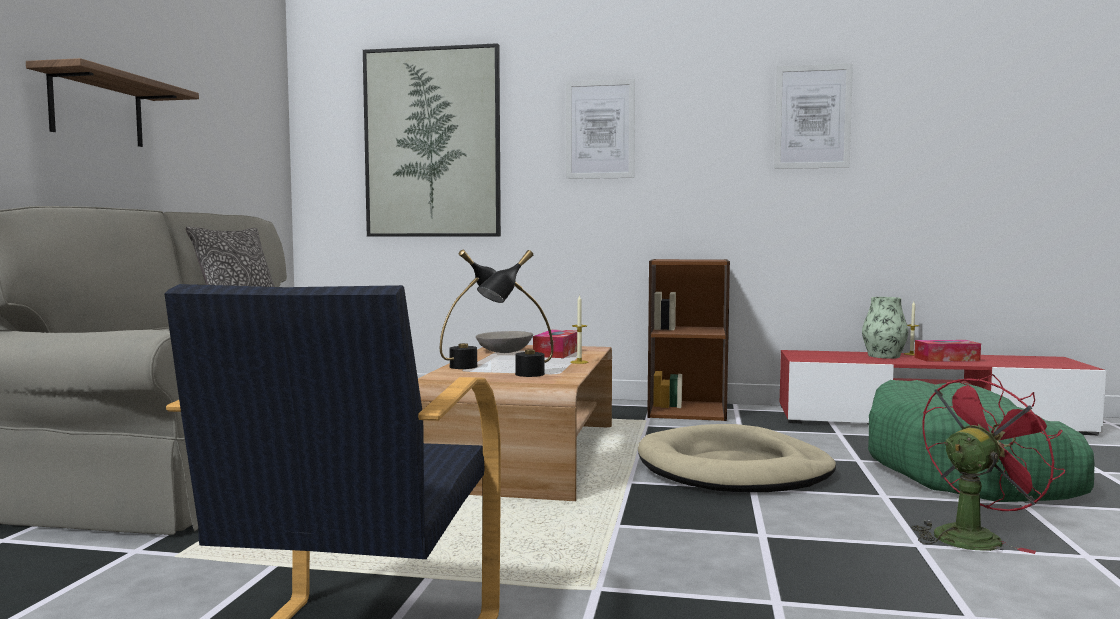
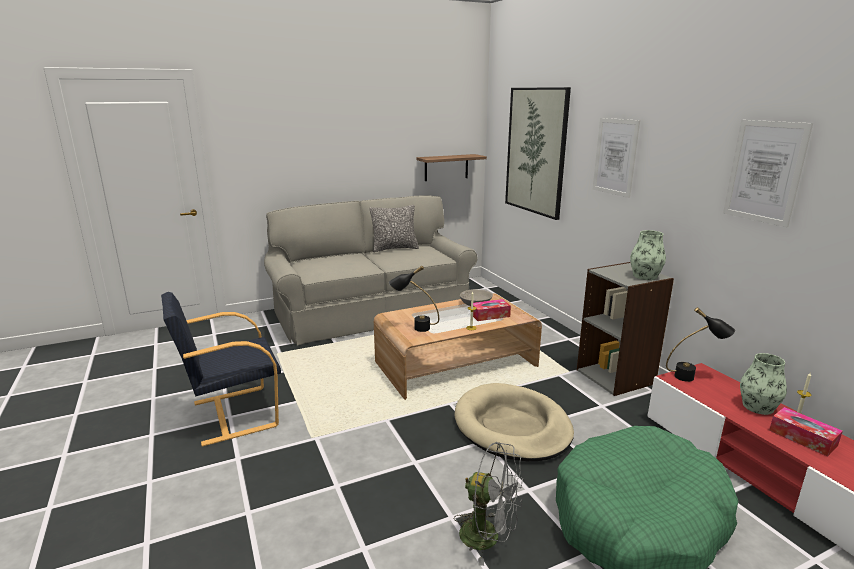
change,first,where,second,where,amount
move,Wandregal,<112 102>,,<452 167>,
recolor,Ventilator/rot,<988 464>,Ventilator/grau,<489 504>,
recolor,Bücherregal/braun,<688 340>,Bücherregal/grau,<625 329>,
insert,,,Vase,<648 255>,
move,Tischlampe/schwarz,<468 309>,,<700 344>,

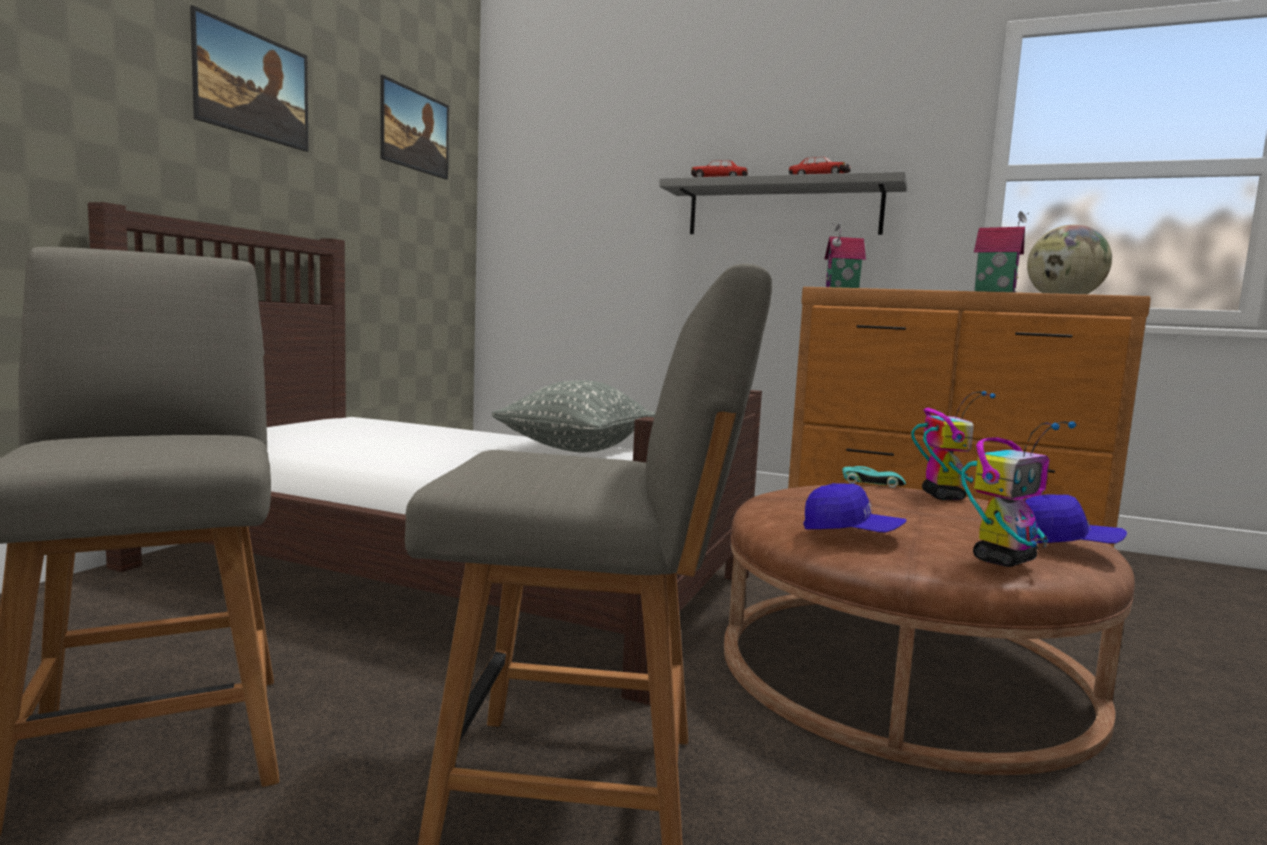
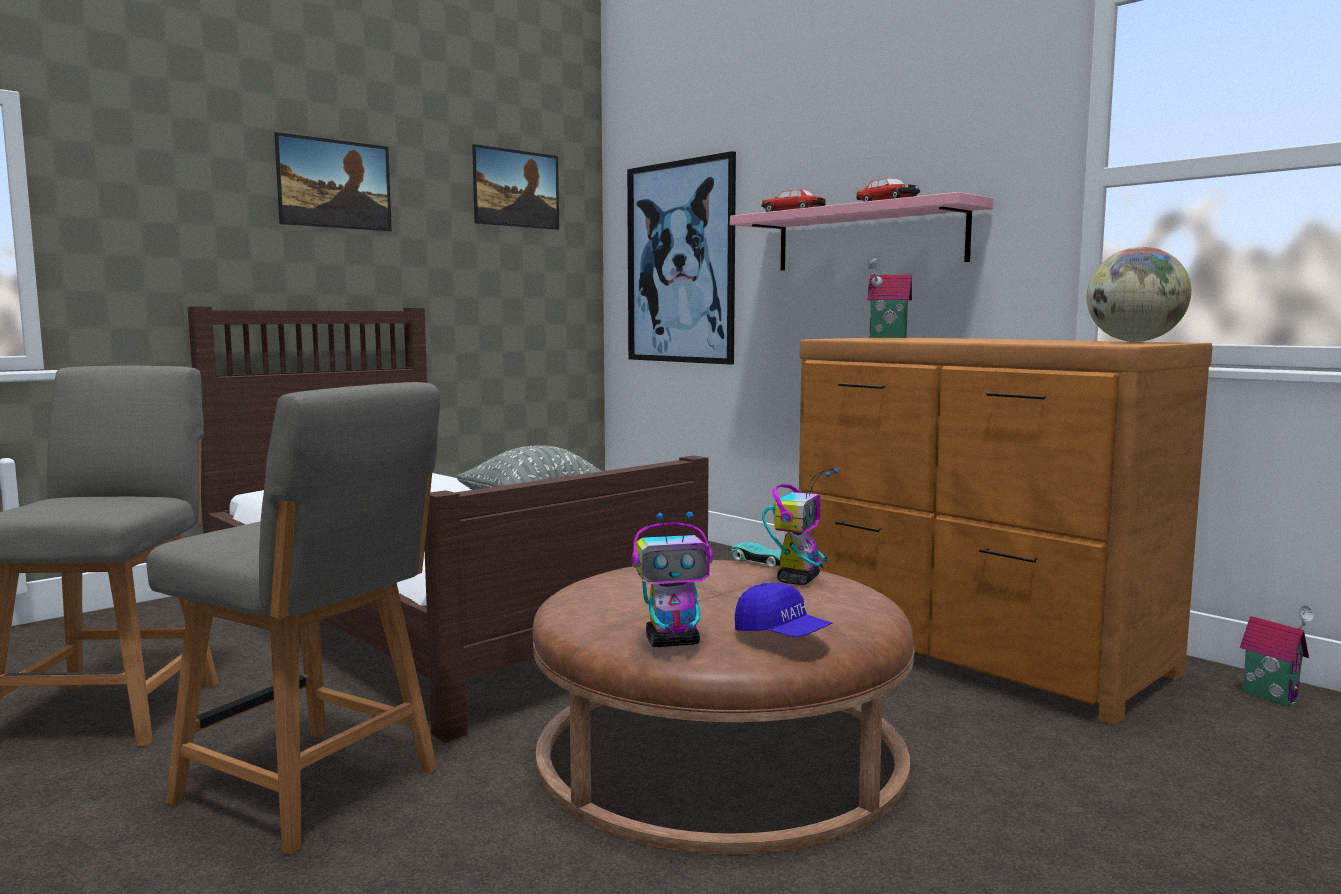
change,first,where,second,where,amount
insert,,,Bild,<681 258>,
recolor,Wandregal/grau,<783 203>,Wandregal/rosa,<862 231>,
move,Spielzeughaus,<1001 251>,,<1277 655>,
delete,Kappe/blau,<855 507>,,,

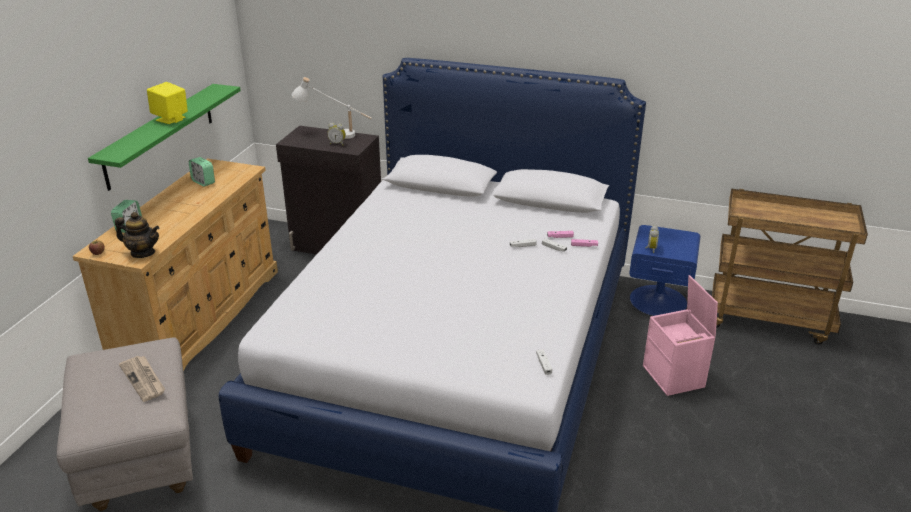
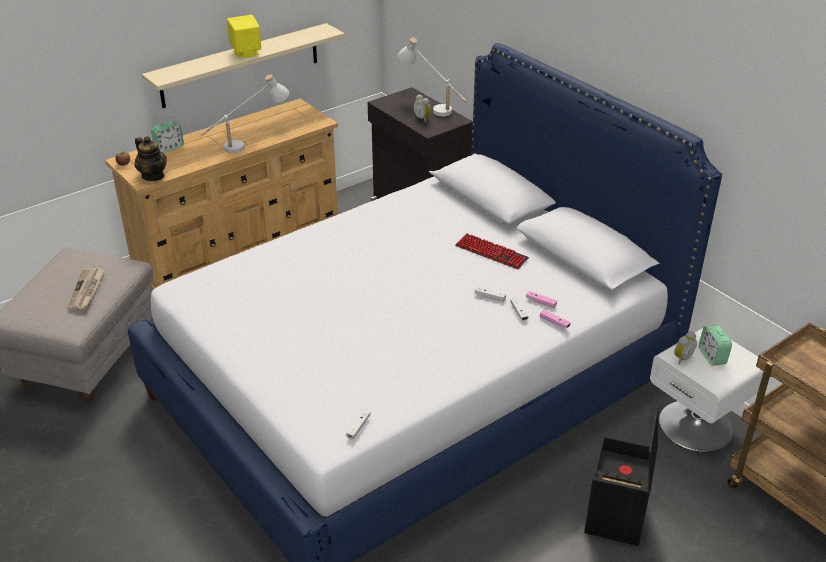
change,first,where,second,where,amount
recolor,Wandregal/grün,<164 137>,Wandregal/beige,<243 65>,
insert,,,Tischlampe/weiß,<245 113>,
insert,,,Tastatur,<492 251>,
recolor,Aufbewahrungsbox/rosa,<680 335>,Aufbewahrungsbox/schwarz,<621 476>,
recolor,Nachttisch/blau,<664 270>,Nachttisch/weiß,<707 390>,
move,Wecker,<202 172>,,<715 345>,

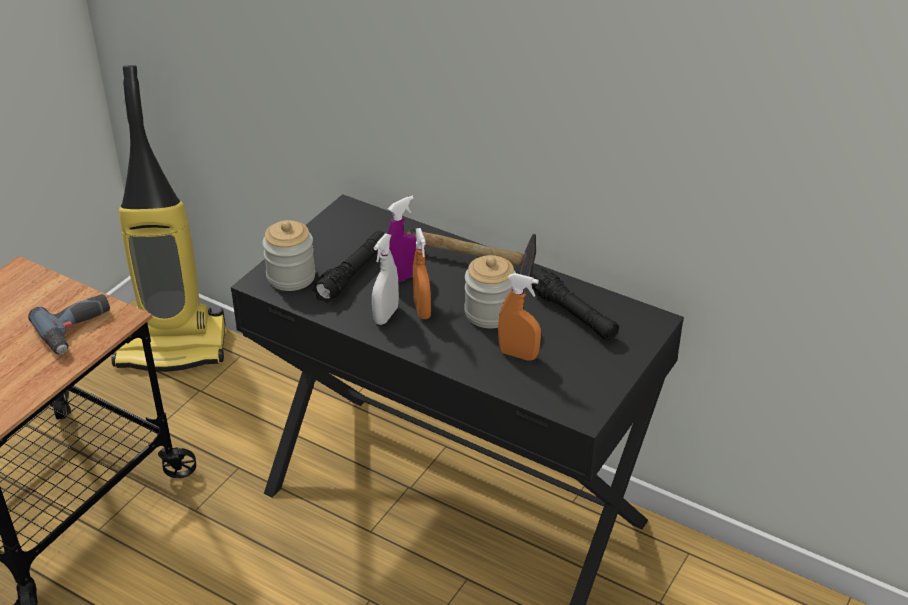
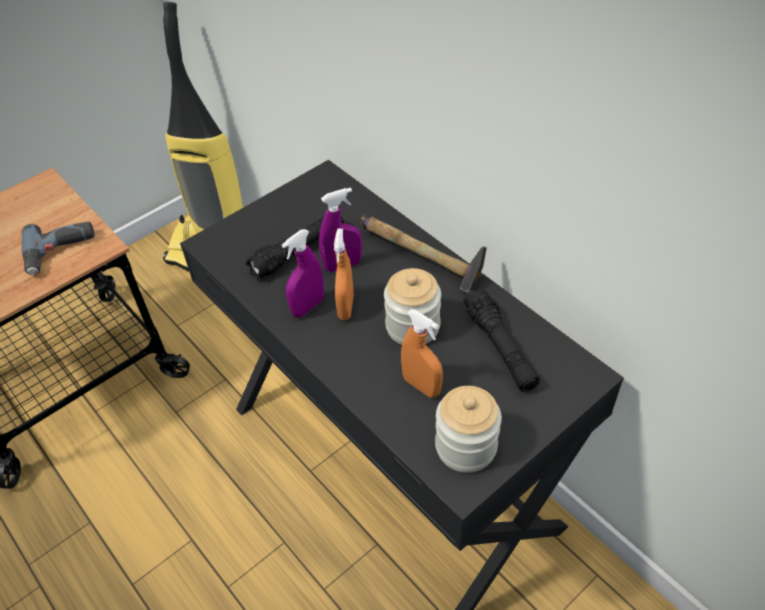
change,first,where,second,where,amount
recolor,Sprühflasche/weiß,<385 279>,Sprühflasche/lila,<303 273>,
move,Vorratsglas,<289 255>,,<468 429>,

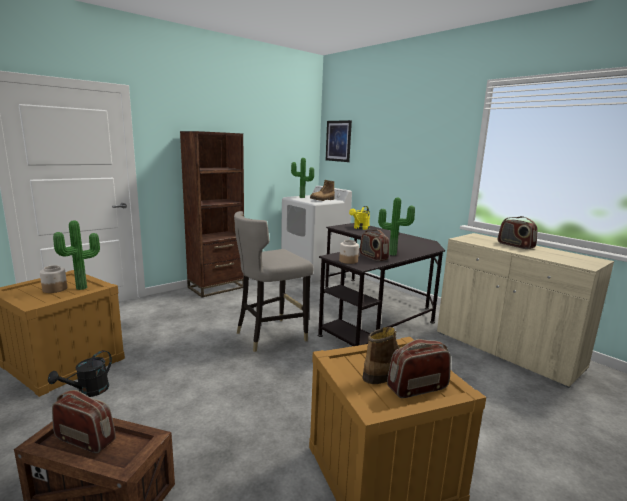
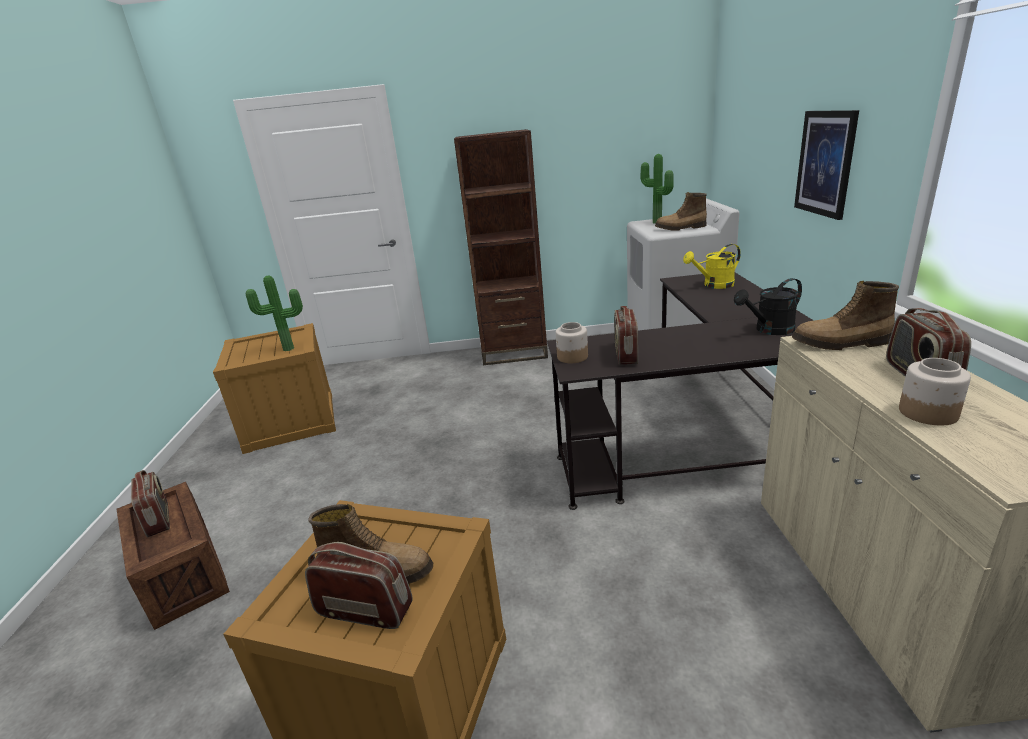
change,first,where,second,where,amount
move,Gießkanne/schwarz,<80 373>,,<768 306>,
insert,,,Stiefel,<845 315>,
move,Bild,<339 141>,,<826 165>,
move,Vorratsglas,<53 279>,,<935 392>,
delete,Hocker/grau,<273 281>,,,
delete,Topfpflanze,<396 227>,,,

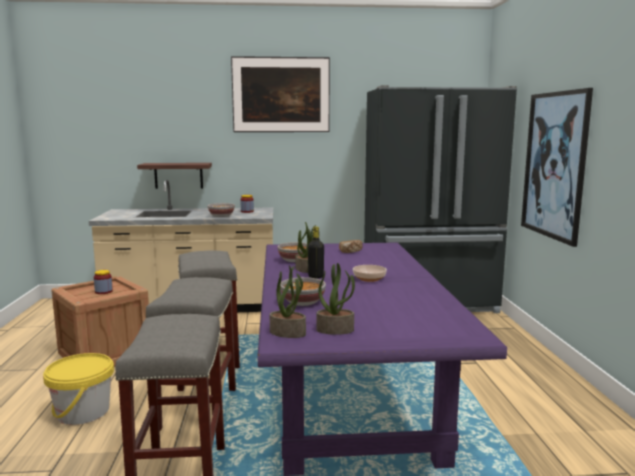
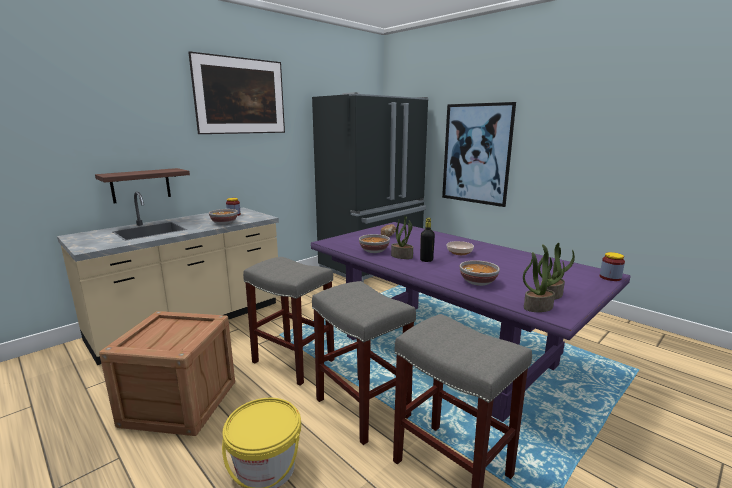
change,first,where,second,where,amount
move,Vorratsglas,<103 282>,,<612 266>,

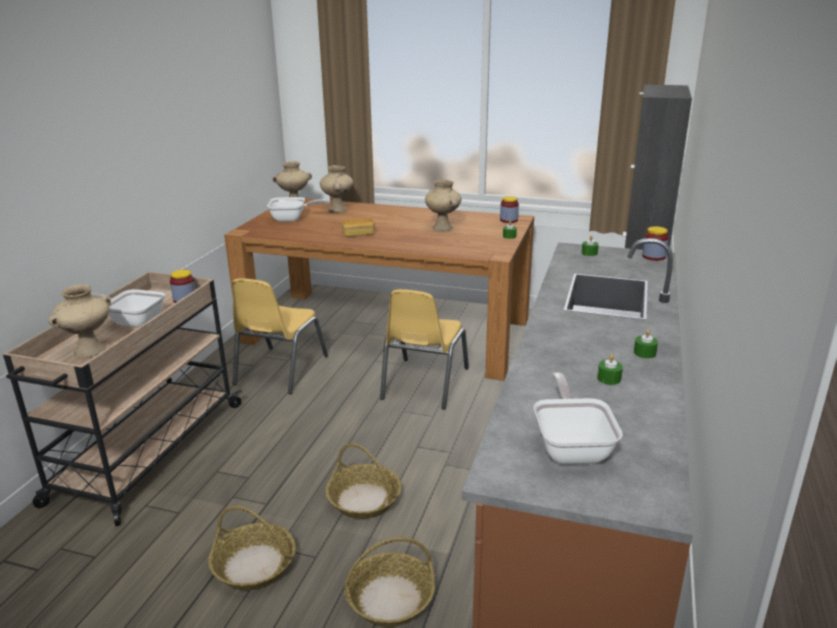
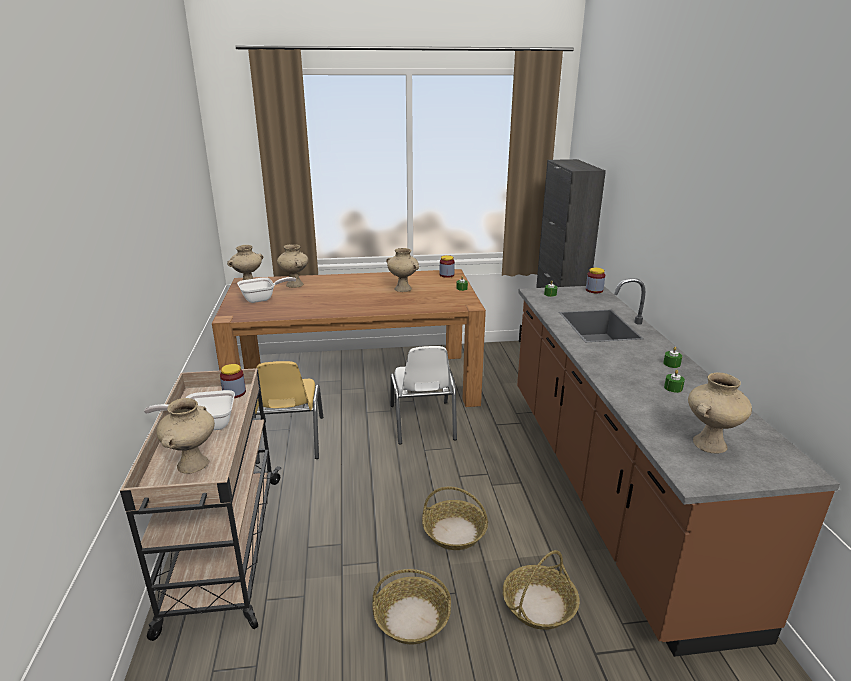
change,first,where,second,where,amount
recolor,Stuhl/gelb,<424 349>,Stuhl/weiß,<423 395>,
replace,Pfanne,<578 418>,Vase/beige,<720 412>,
delete,Brot,<358 227>,,,

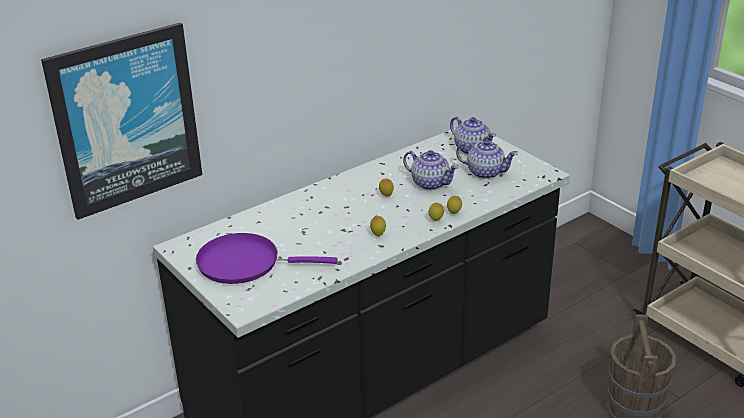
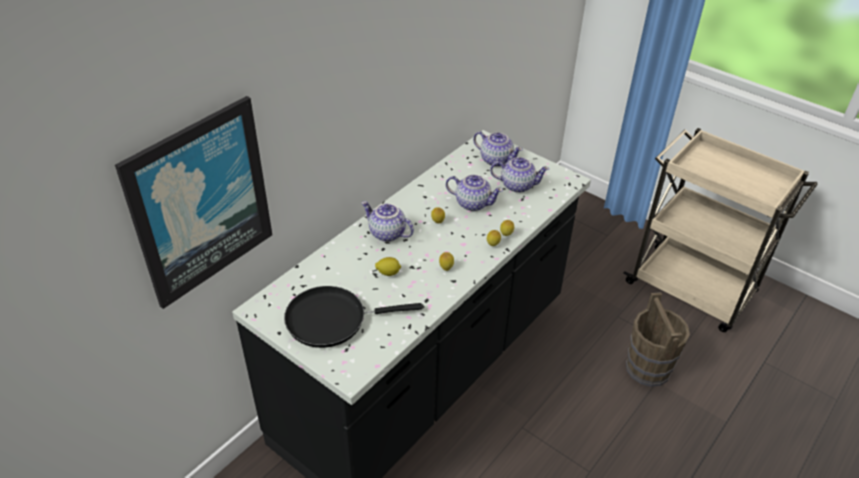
change,first,where,second,where,amount
recolor,Pfanne/lila,<267 258>,Pfanne/schwarz,<353 317>,
insert,,,Teekanne,<387 221>,
insert,,,Zitrone,<388 266>,

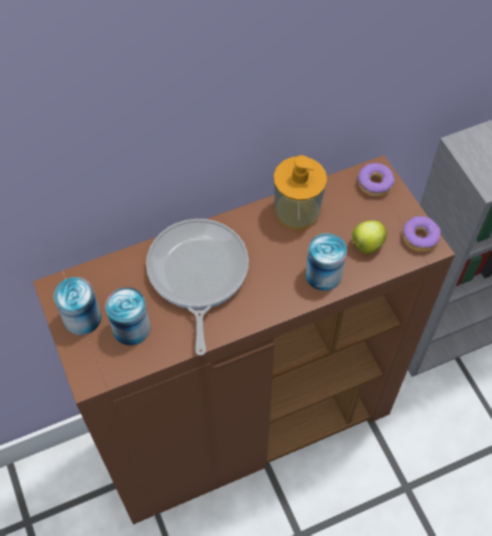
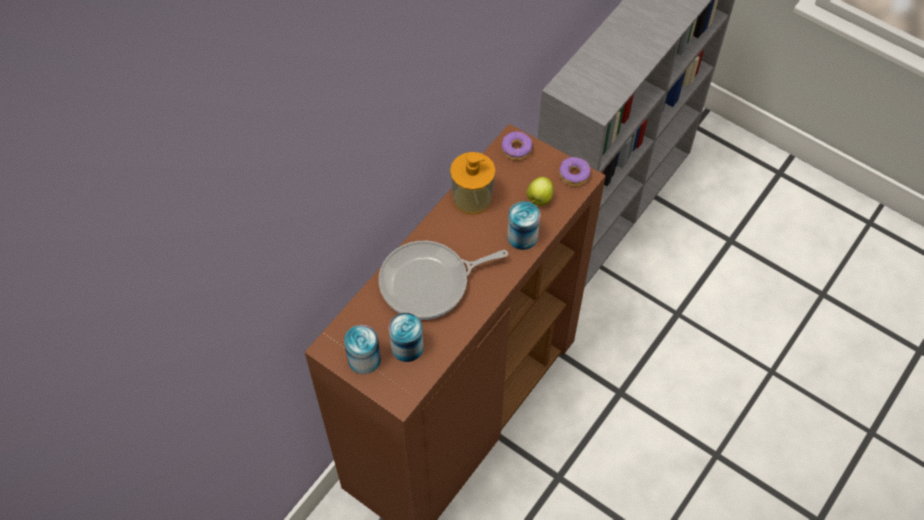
change,first,where,second,where,amount
rotate,Pfanne,<197 287>,,<443 280>,75 degrees counterclockwise

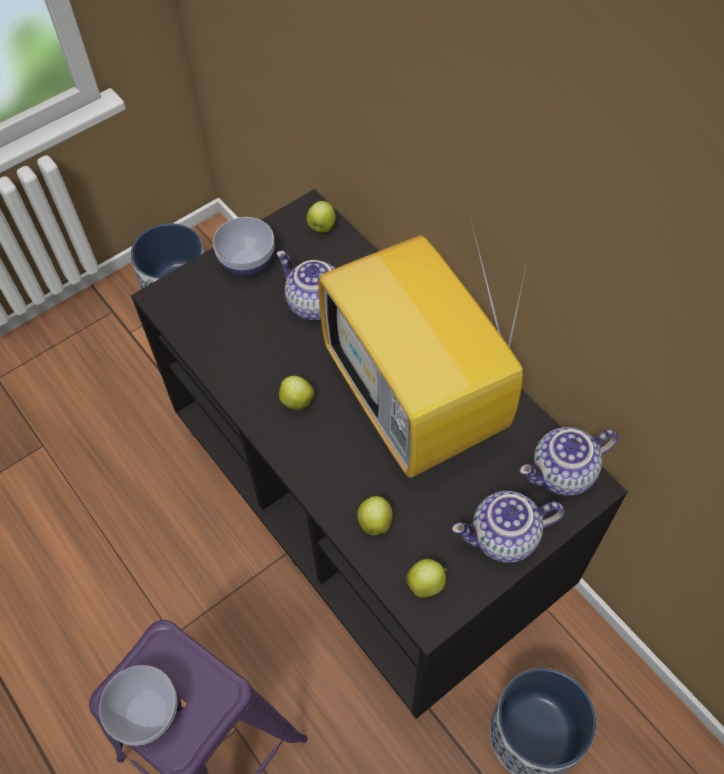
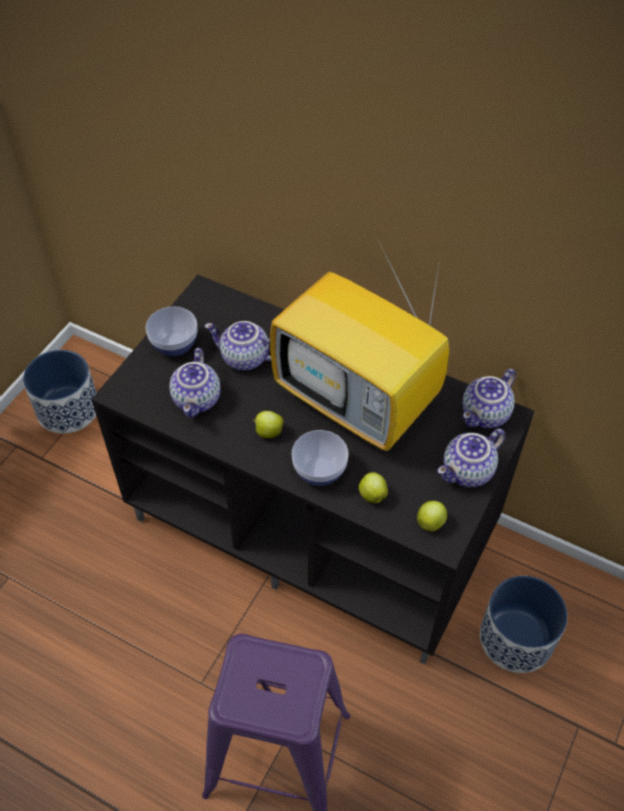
change,first,where,second,where,amount
insert,,,Teekanne,<195 383>,
move,Schüssel,<138 705>,,<320 458>,
delete,Apfel,<321 217>,,,

